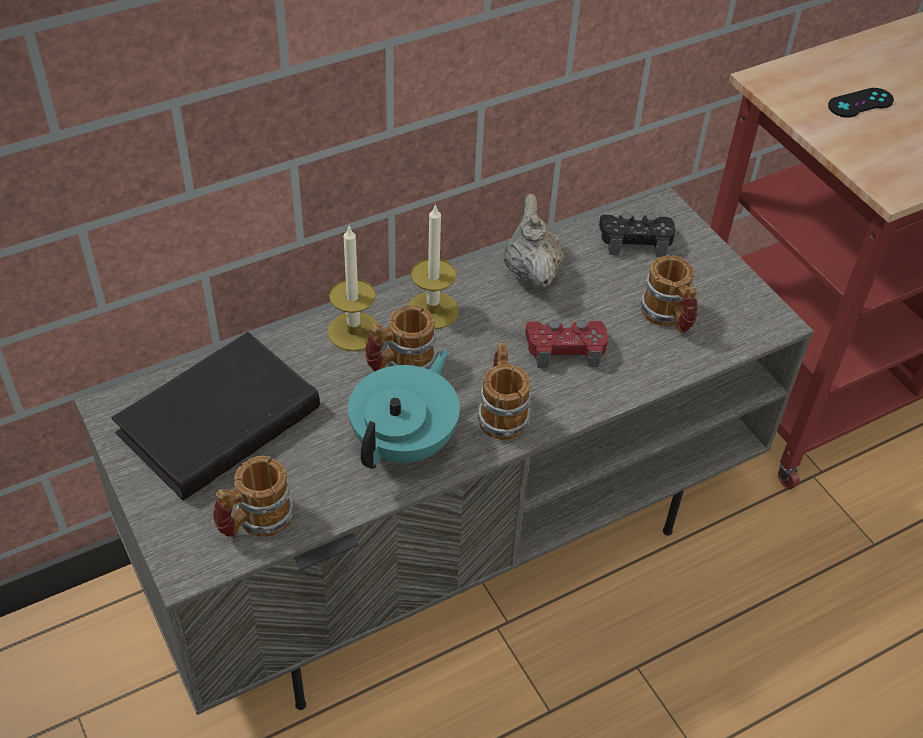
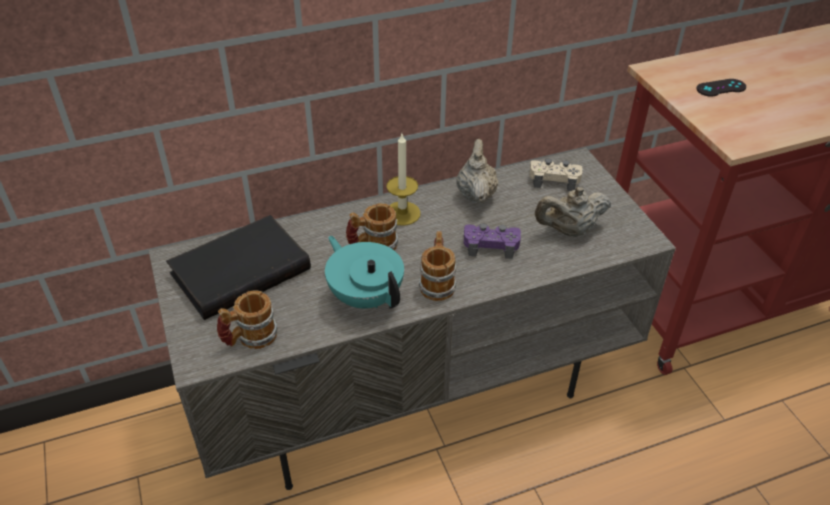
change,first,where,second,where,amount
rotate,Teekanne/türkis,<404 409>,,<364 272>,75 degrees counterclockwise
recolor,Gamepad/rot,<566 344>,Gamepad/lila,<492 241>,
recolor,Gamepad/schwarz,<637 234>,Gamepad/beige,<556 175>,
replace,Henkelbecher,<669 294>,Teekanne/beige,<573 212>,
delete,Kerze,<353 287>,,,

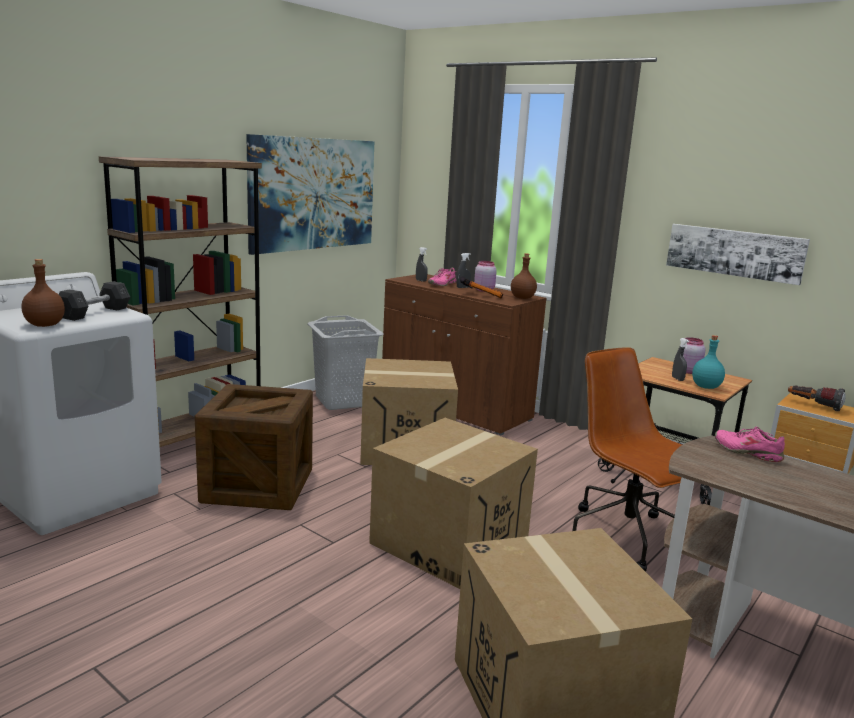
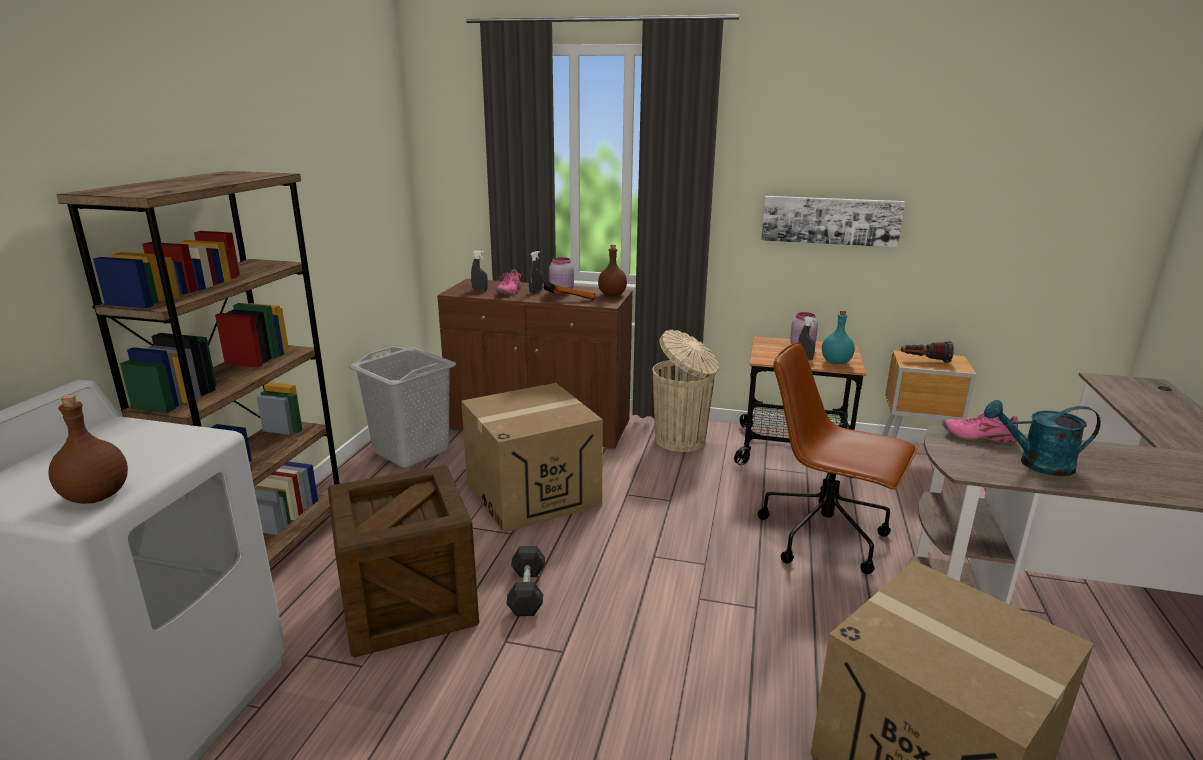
change,first,where,second,where,amount
move,Hantel/grau,<94 301>,,<525 581>,
insert,,,Mülleimer/beige,<685 391>,
insert,,,Gießkanne/türkis,<1042 438>,
delete,Bild,<310 194>,,,
delete,Karton,<453 503>,,,

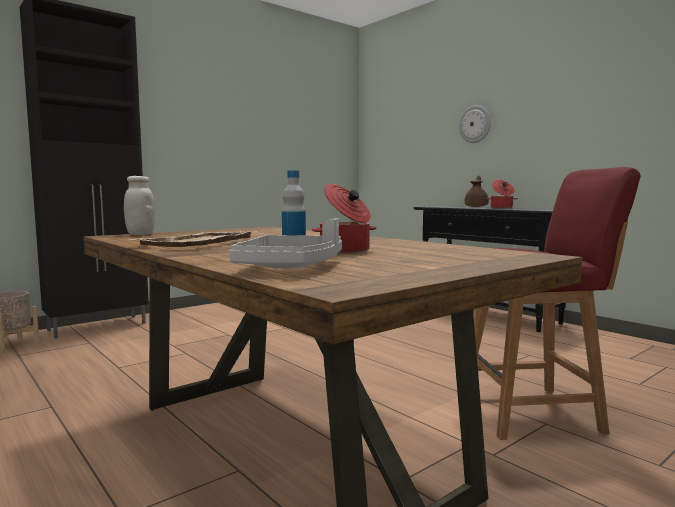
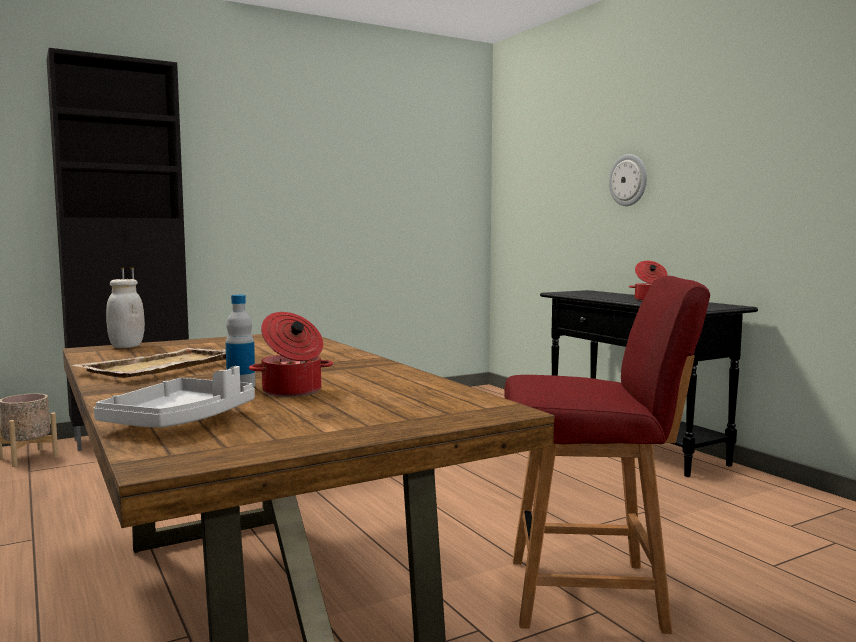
change,first,where,second,where,amount
delete,Teekanne/braun,<477 191>,,,

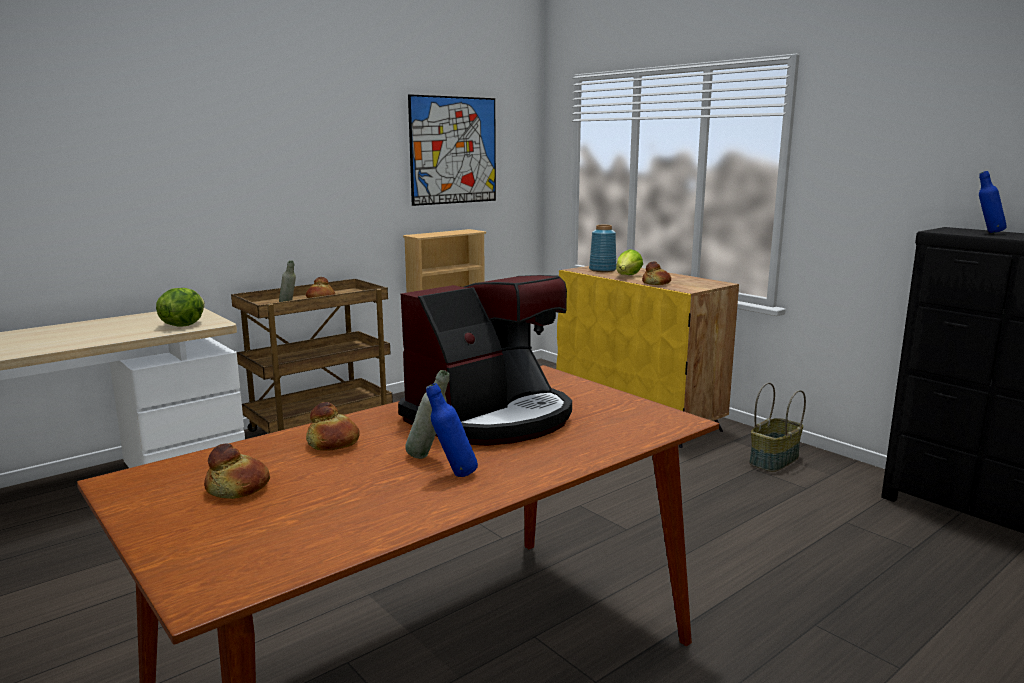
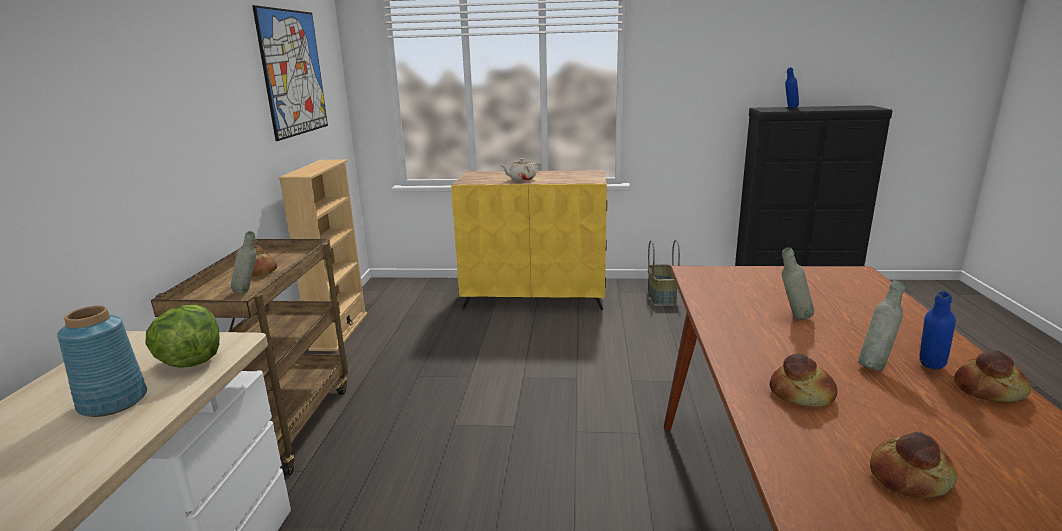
change,first,where,second,where,amount
move,Vase/blau,<603 248>,,<102 361>,
replace,Salatkopf,<629 262>,Teekanne/beige,<520 169>,
replace,Kaffeemaschine,<485 360>,Flasche/grau,<798 284>,
move,Brot,<656 273>,,<992 376>,

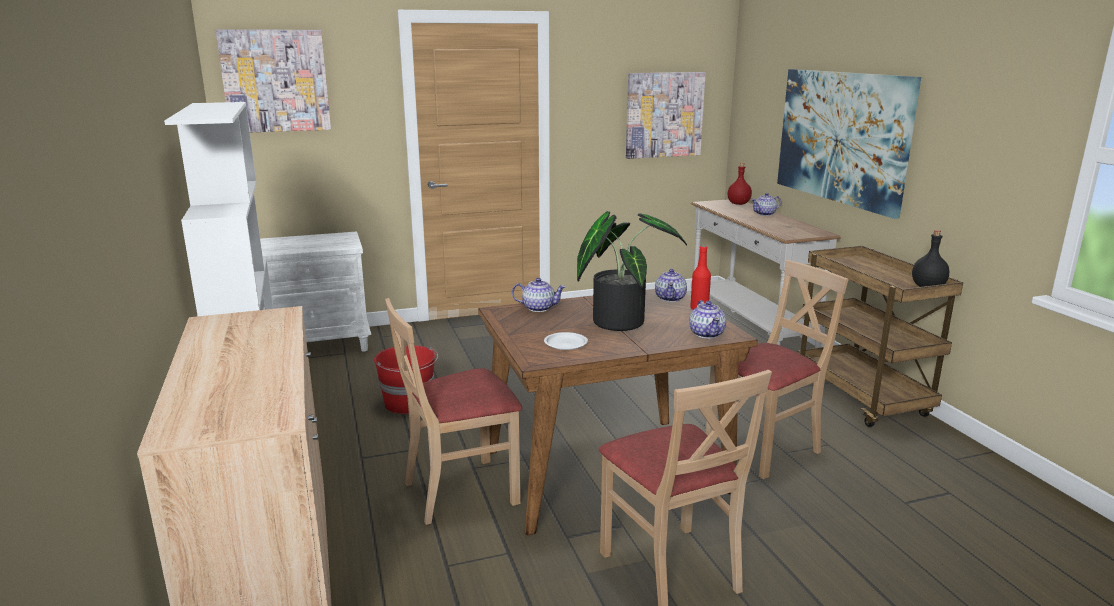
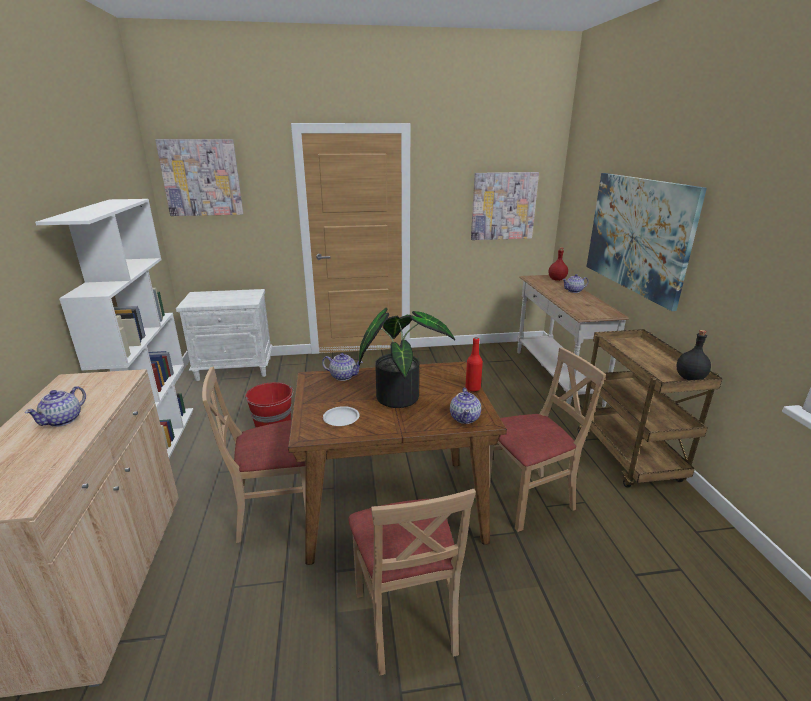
change,first,where,second,where,amount
move,Teekanne,<671 285>,,<55 406>,

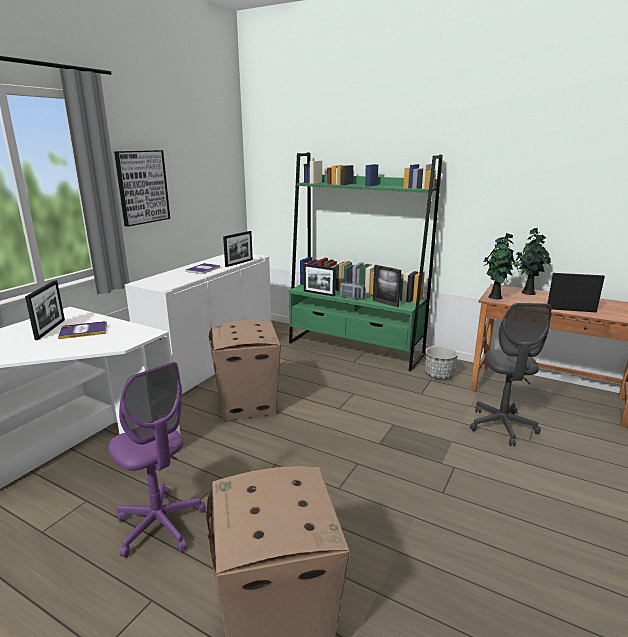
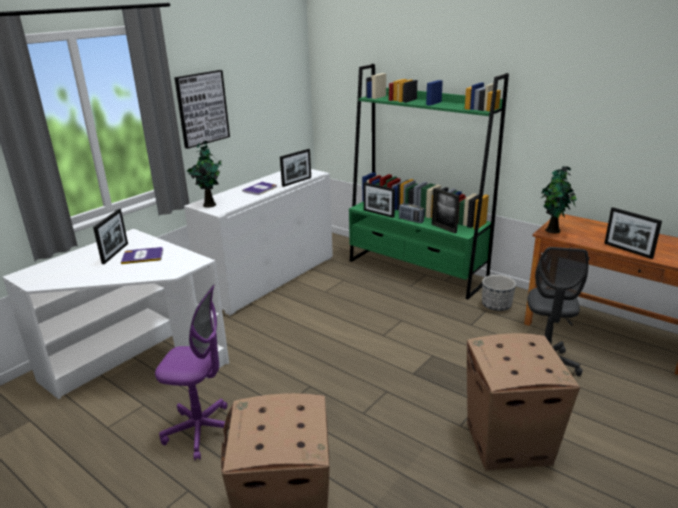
change,first,where,second,where,amount
rotate,Bürostuhl/lila,<157 460>,,<191 372>,45 degrees counterclockwise
move,Topfpflanze,<533 261>,,<204 174>,
move,Karton,<245 370>,,<523 402>,
rotate,Bilderrahmen,<576 292>,,<633 233>,150 degrees counterclockwise

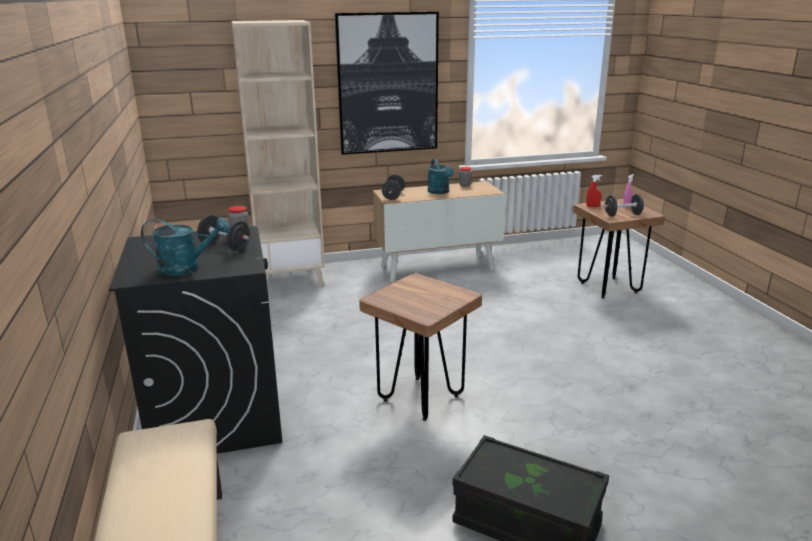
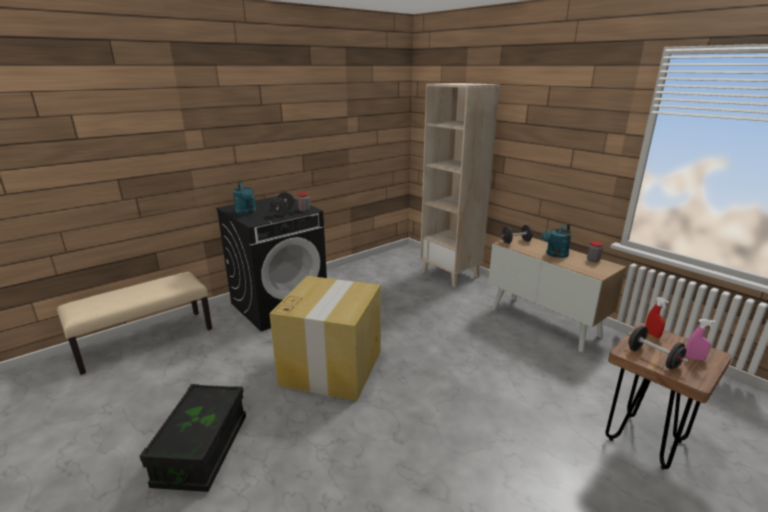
change,first,where,second,where,amount
replace,Hocker/braun,<420 347>,Karton,<325 338>,
delete,Bild,<387 83>,,,

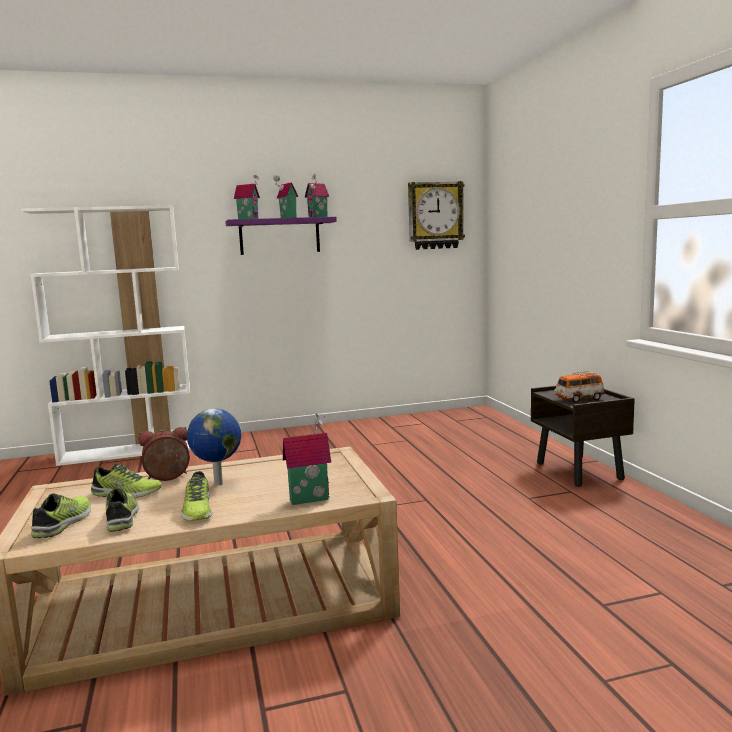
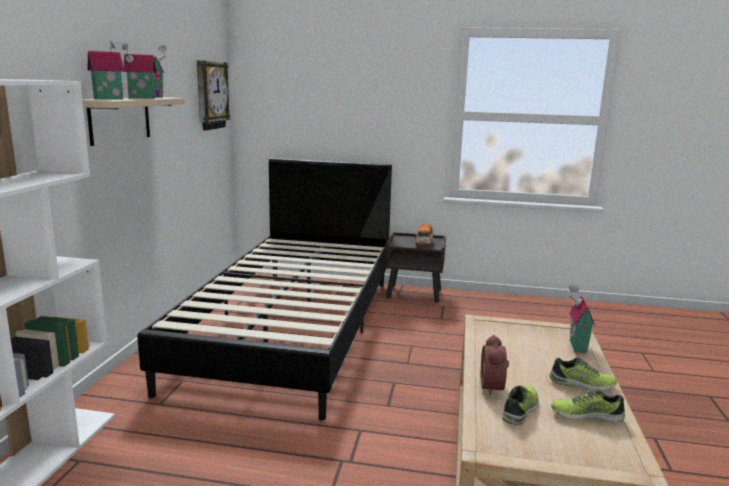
change,first,where,second,where,amount
recolor,Wandregal/lila,<281 236>,Wandregal/beige,<133 121>,
insert,,,Bett/schwarz,<264 289>,
delete,Schuh,<61 515>,,,
delete,Globus,<214 447>,,,

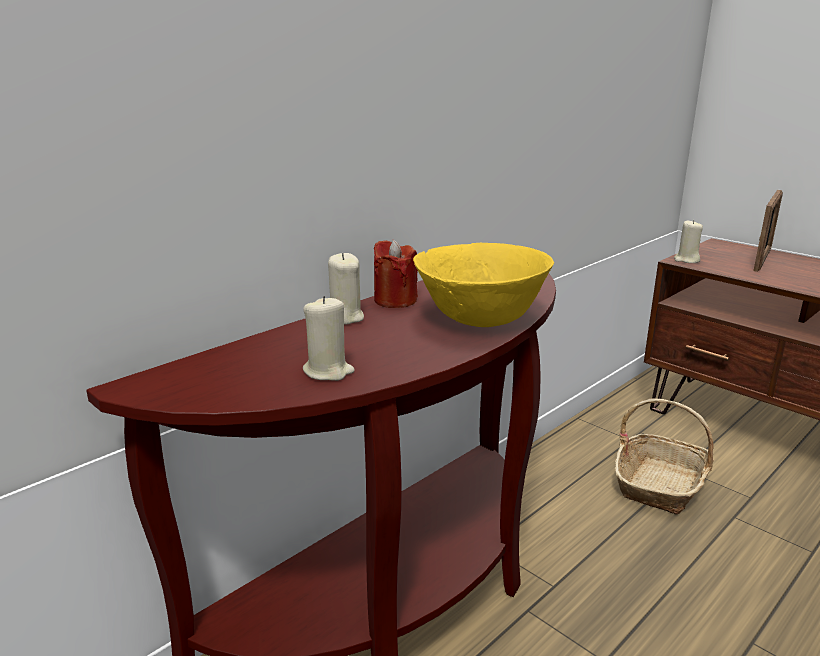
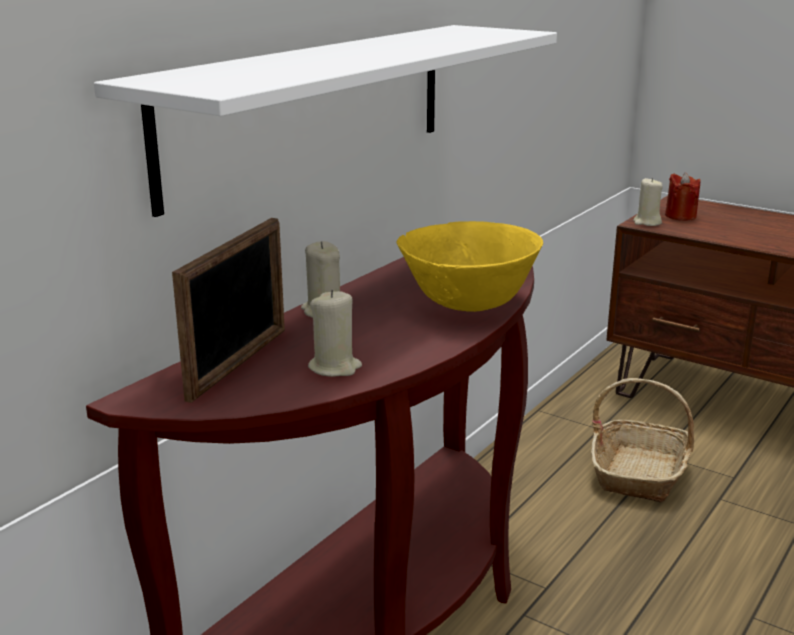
change,first,where,second,where,amount
insert,,,Wandregal/weiß,<325 121>,
move,Bilderrahmen,<768 231>,,<228 310>,
move,Kerze/rot,<396 274>,,<683 197>,

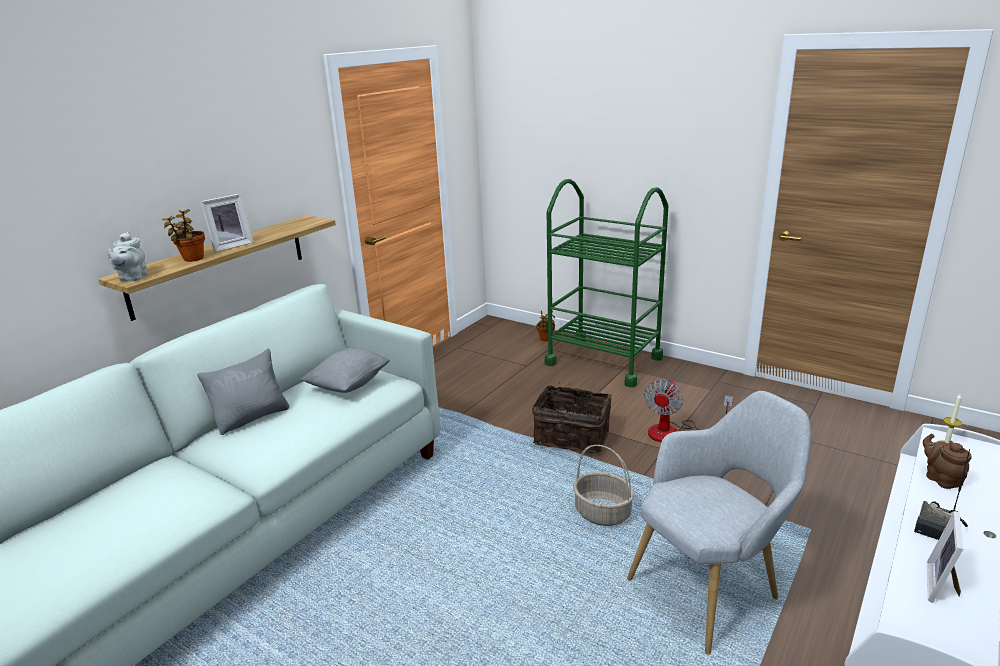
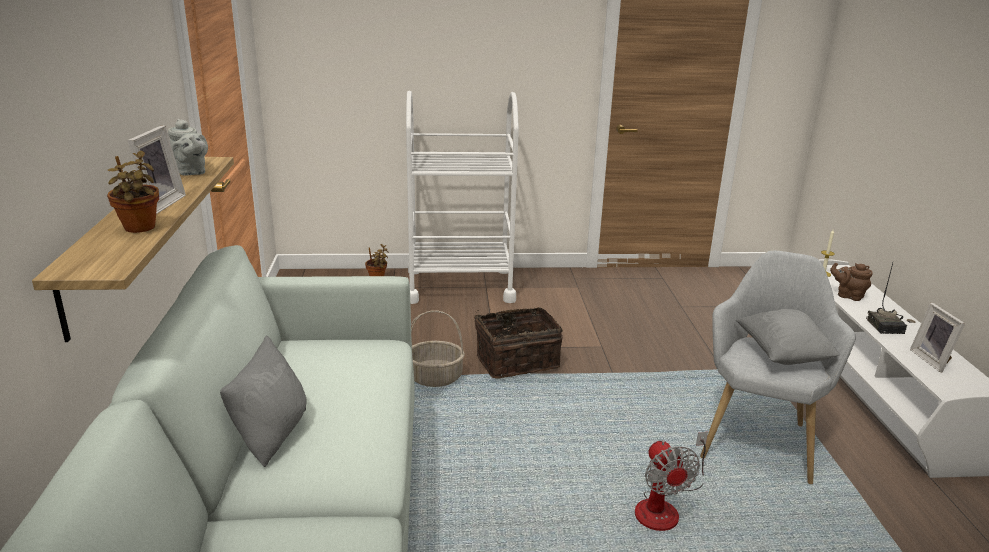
change,first,where,second,where,amount
move,Teekanne/grau,<128 256>,,<188 147>,
recolor,Rollwagen/grün,<606 283>,Rollwagen/weiß,<462 197>,
move,Korb,<603 485>,,<438 348>,
move,Ventilator,<688 410>,,<671 481>,
move,Kissen/grau,<345 370>,,<788 337>,

